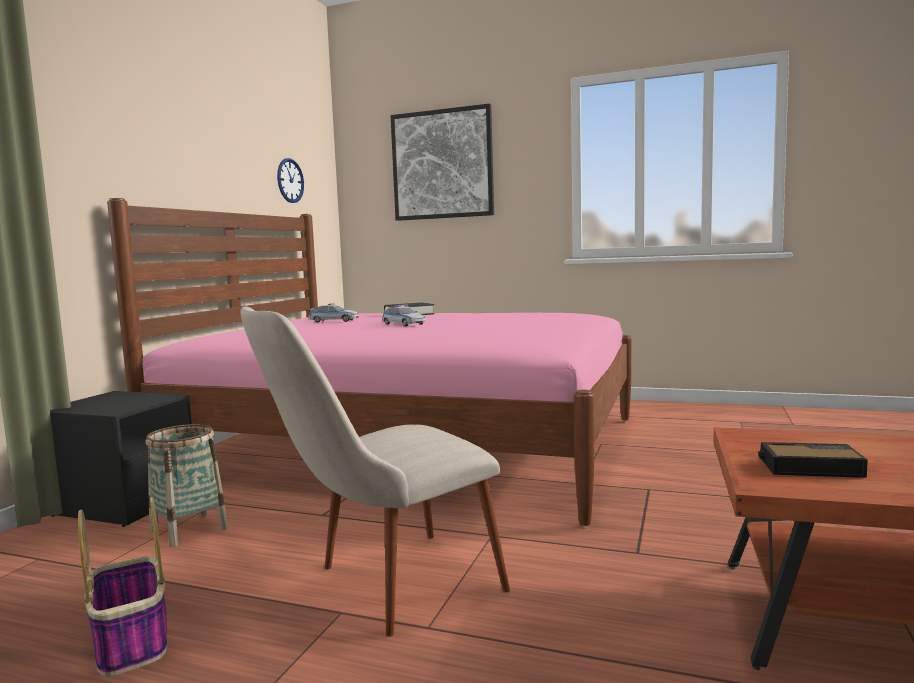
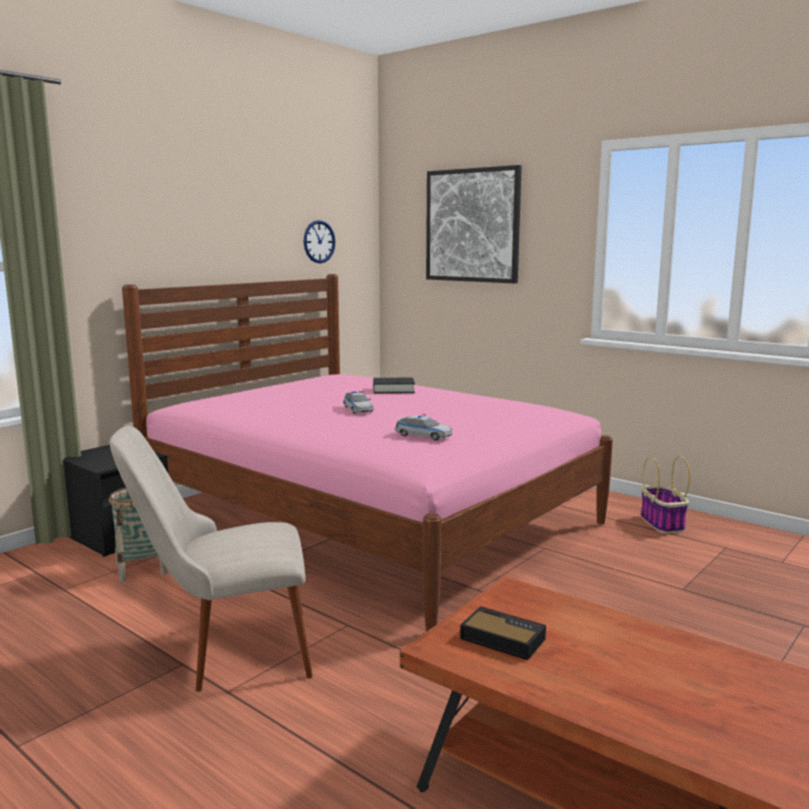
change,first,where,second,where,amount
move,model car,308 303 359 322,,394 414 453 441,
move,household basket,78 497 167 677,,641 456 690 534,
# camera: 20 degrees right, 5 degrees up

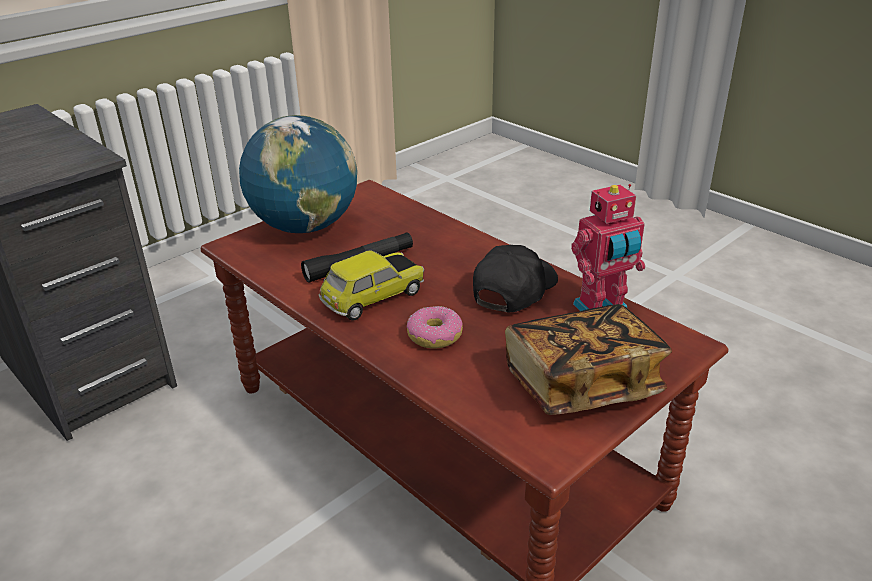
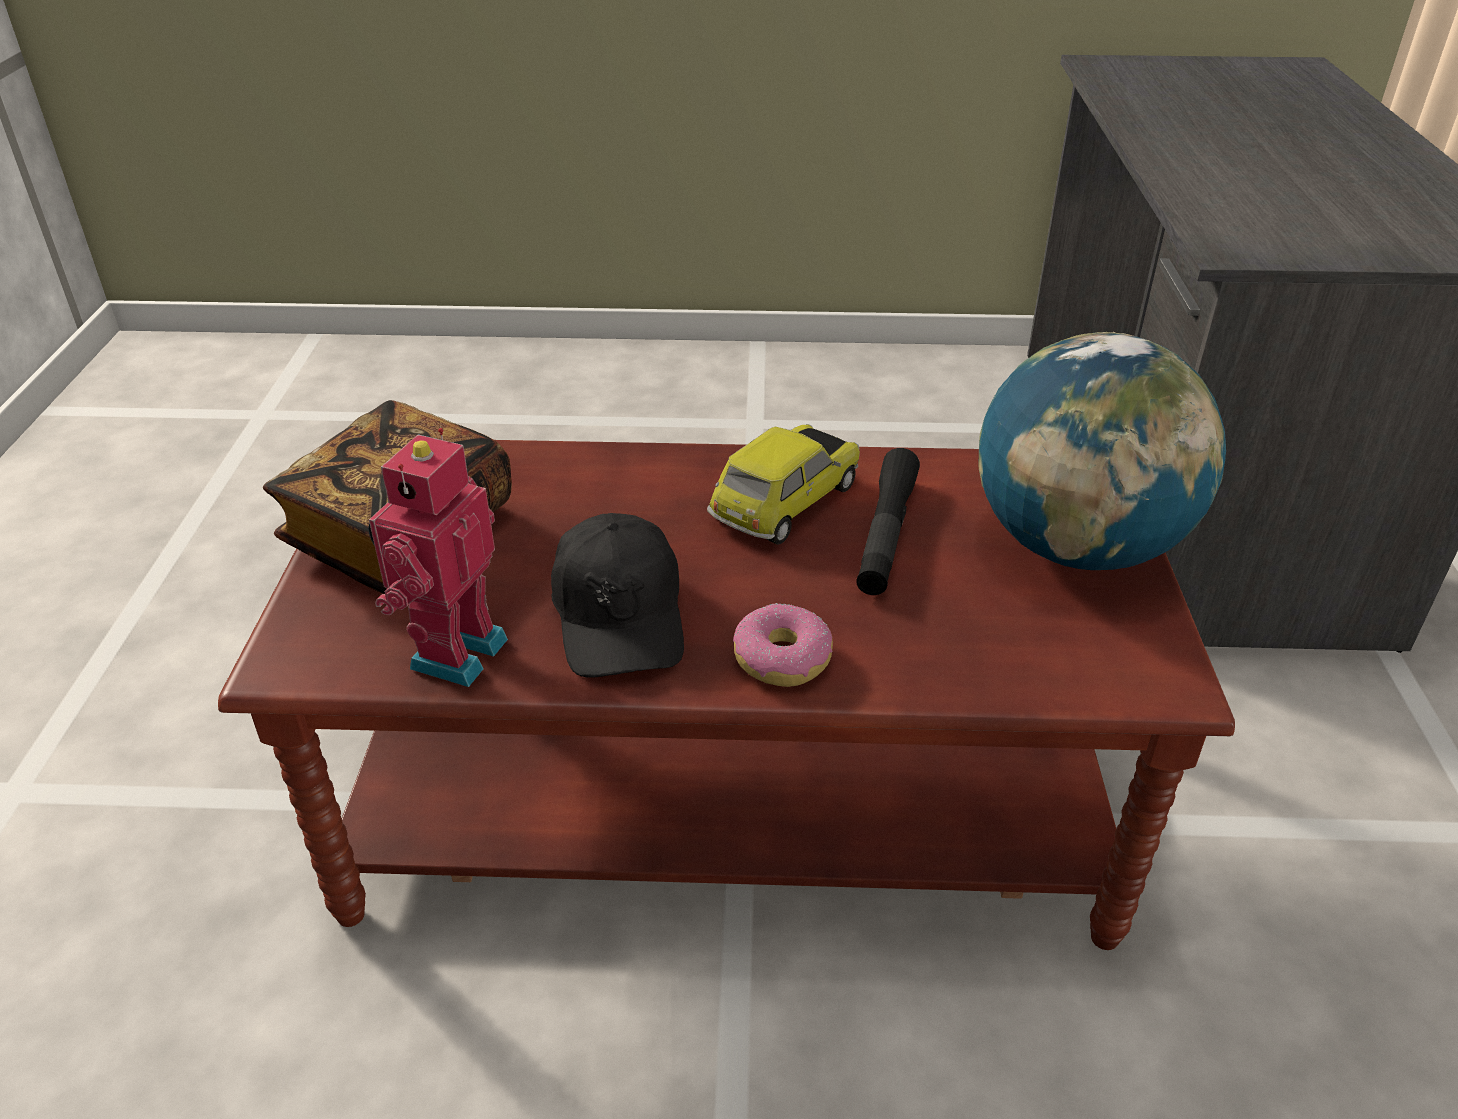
change,first,where,second,where,amount
rotate,model car,319 250 424 321,,707 424 860 545,150 degrees counterclockwise
move,ring doughnut,407 306 463 349,,733 603 833 687,
# camera: 135 degrees right, 5 degrees up

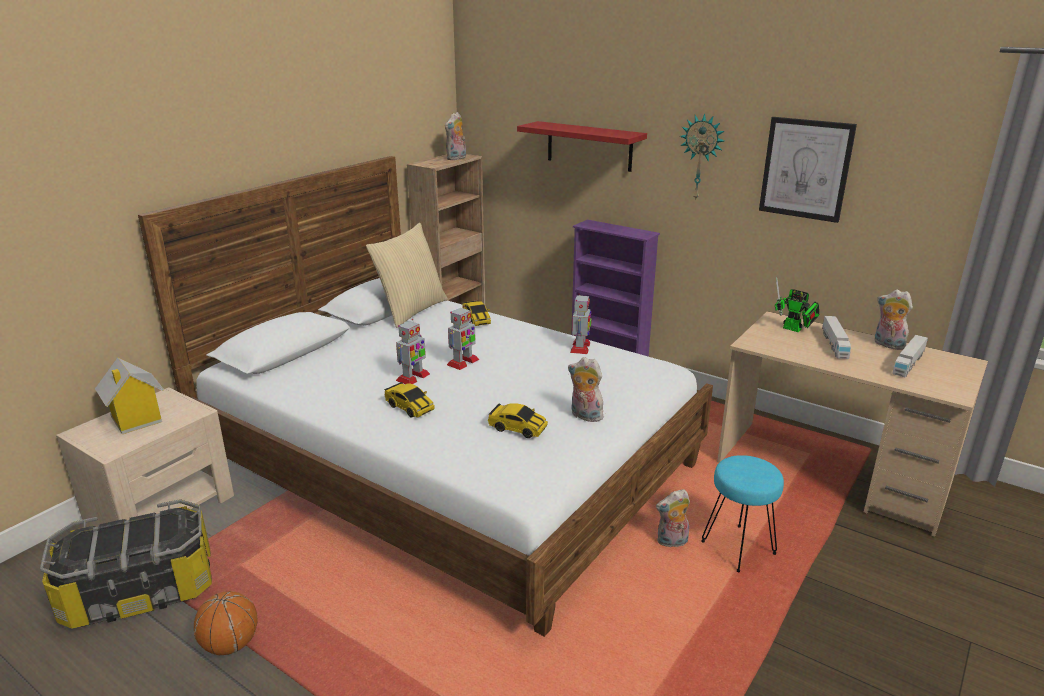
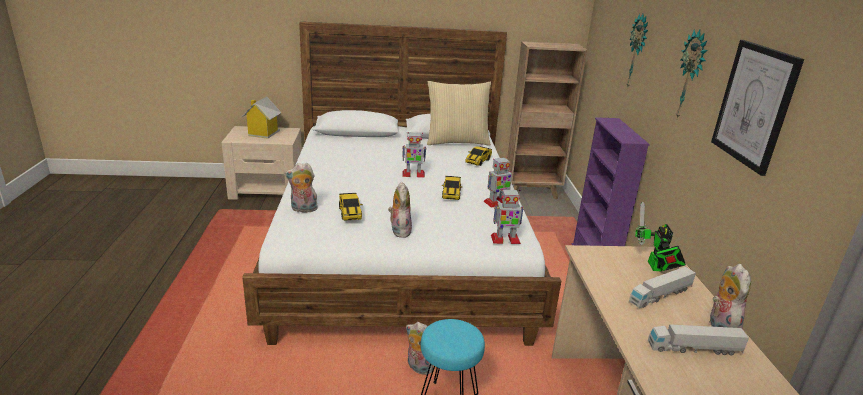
change,first,where,second,where,amount
move,cuddly toy,445 112 466 160,,285 163 319 212,
replace,bracket shelf (reddish),517 121 647 172,hanging clock,626 13 648 89,
move,toy robot,396 319 430 384,,491 189 524 244,
move,model car,384 382 435 418,,442 176 462 200,
delete,storage container,40 499 212 629,,,
delete,ball for basketball,194 591 258 655,,,
# camera: 50 degrees right, 0 degrees up

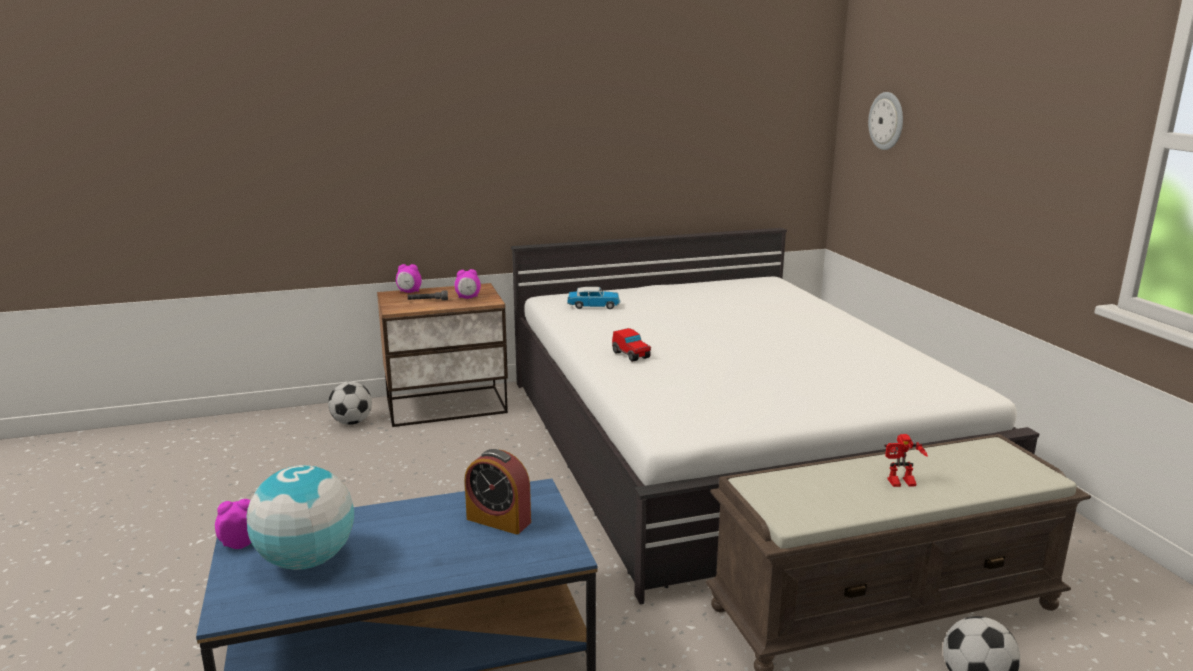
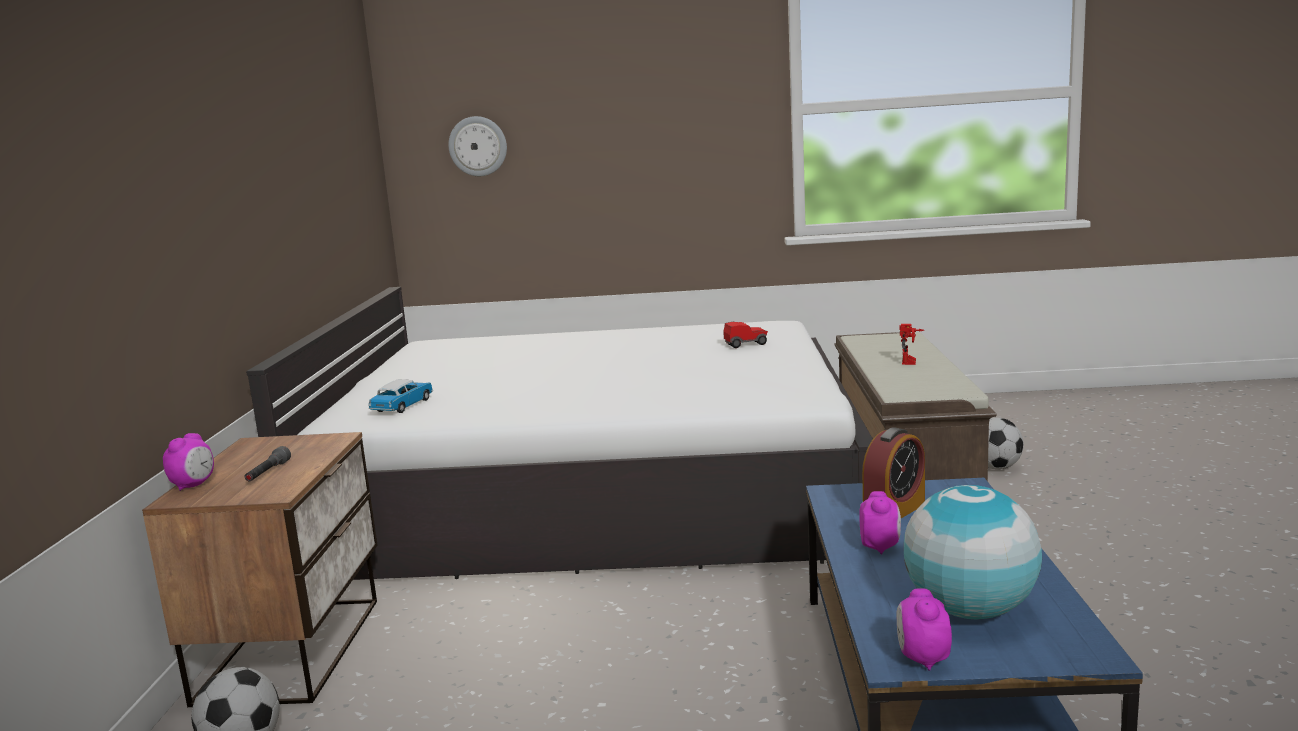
change,first,where,second,where,amount
move,alarm clock,455 269 481 299,,859 491 901 554,
move,model car,612 328 651 362,,723 322 768 348,
# camera: 70 degrees left, 5 degrees down

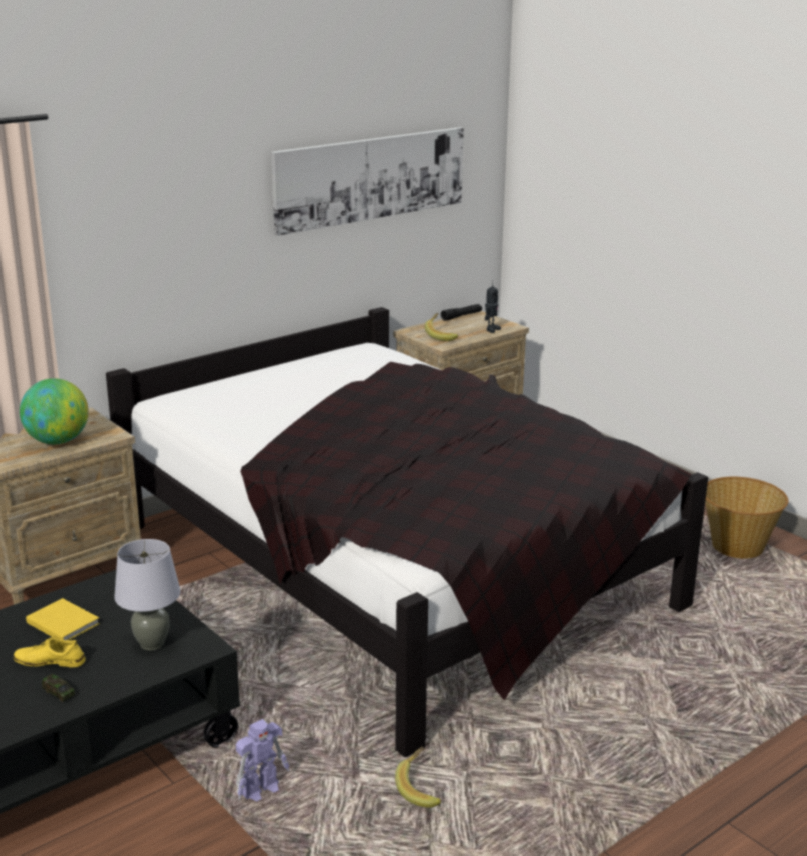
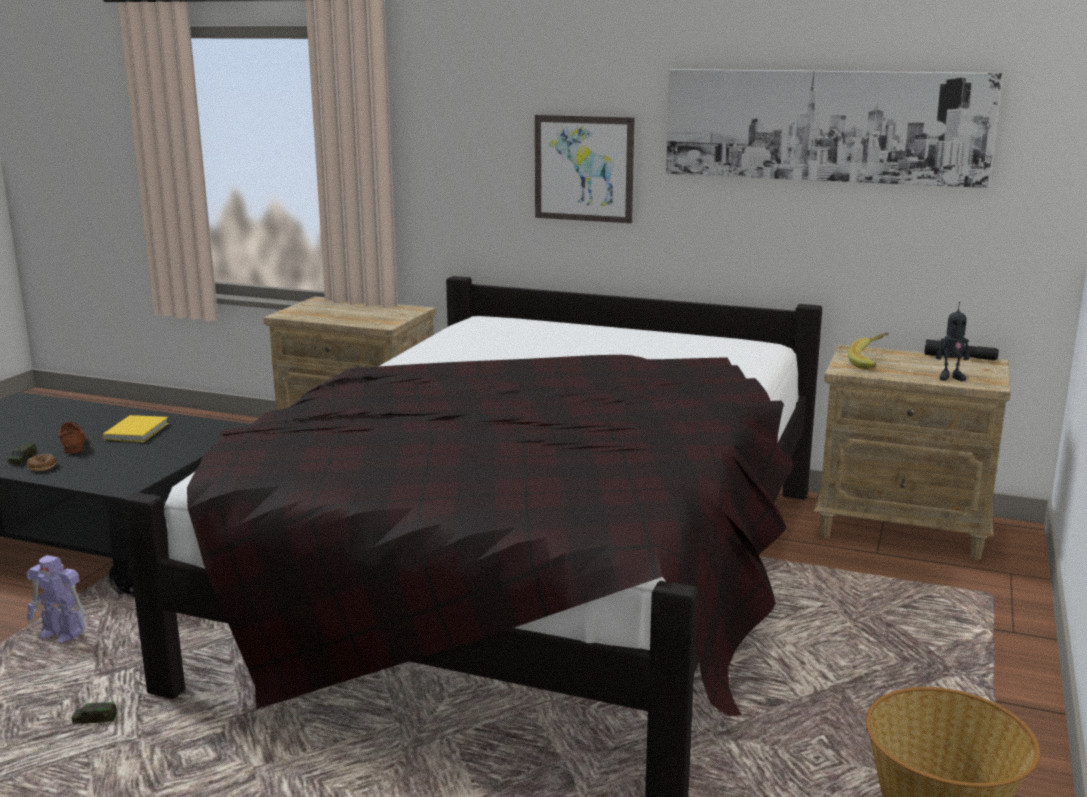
change,first,where,second,where,amount
delete,world globe,20 378 89 444,,,
delete,lamp for a table (greyish),114 539 181 650,,,
recolor,low shoe (yellowish),14 636 86 667,low shoe (brown-coloured),58 422 86 454,
replace,banana,395 747 441 808,model car,72 702 117 724,
insert,,,wall art,535 115 635 223,
insert,,,ring doughnut,26 454 57 471,
# camera: 60 degrees right, 5 degrees down

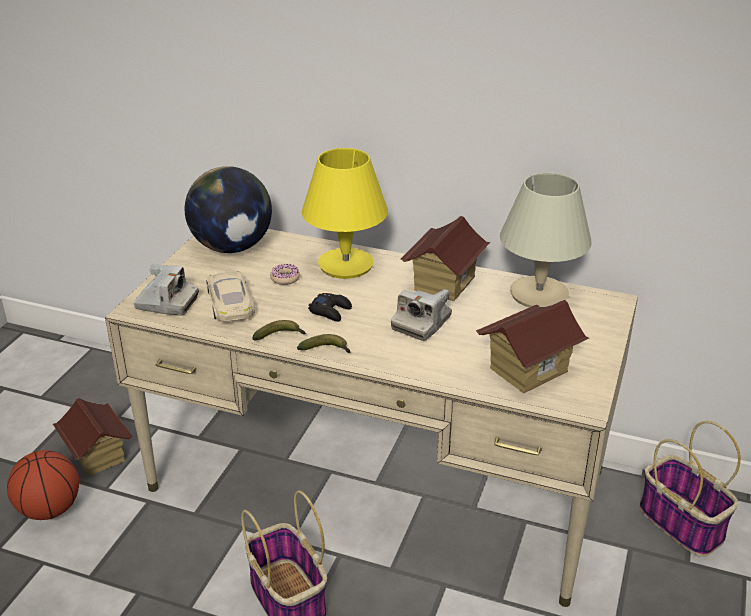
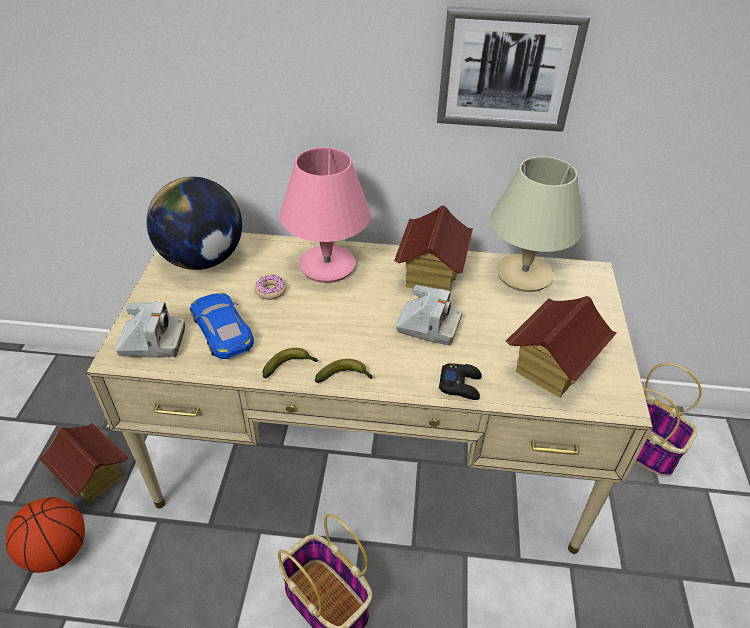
change,first,where,second,where,amount
recolor,lamp for a table (yellowish),302 148 388 279,lamp for a table (pink),280 147 371 283,
recolor,model car (beige-coloured),206 271 255 322,model car (bluish),190 293 254 359,
rotate,photo camera,391 289 452 341,,396 285 462 345,90 degrees counterclockwise
move,gamepad (black-coloured),308 293 352 322,,439 363 482 400,
insert,,,wall art,437 6 590 132,
# camera: 15 degrees left, 10 degrees up

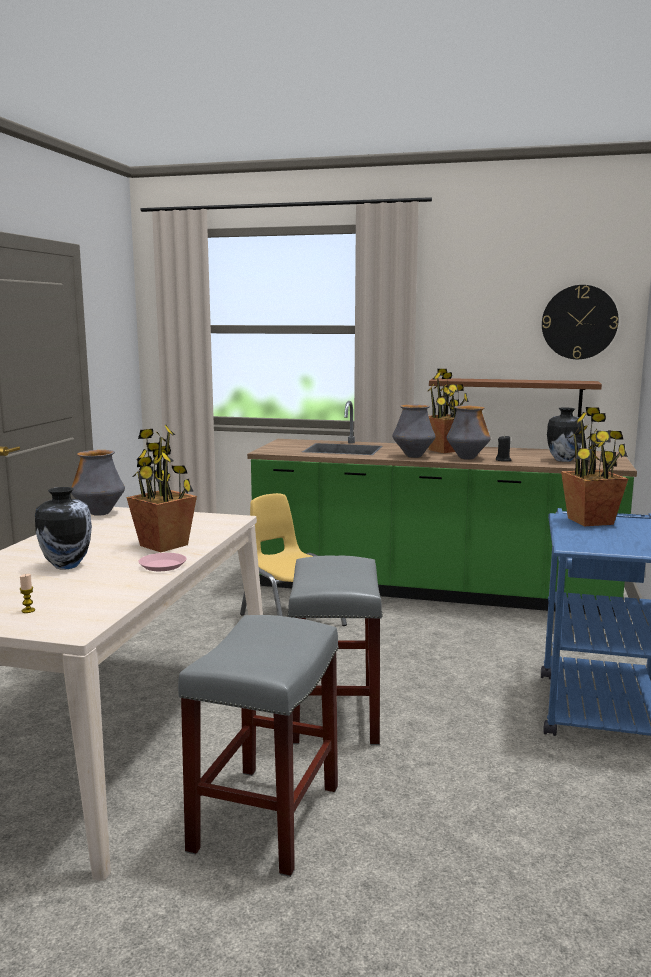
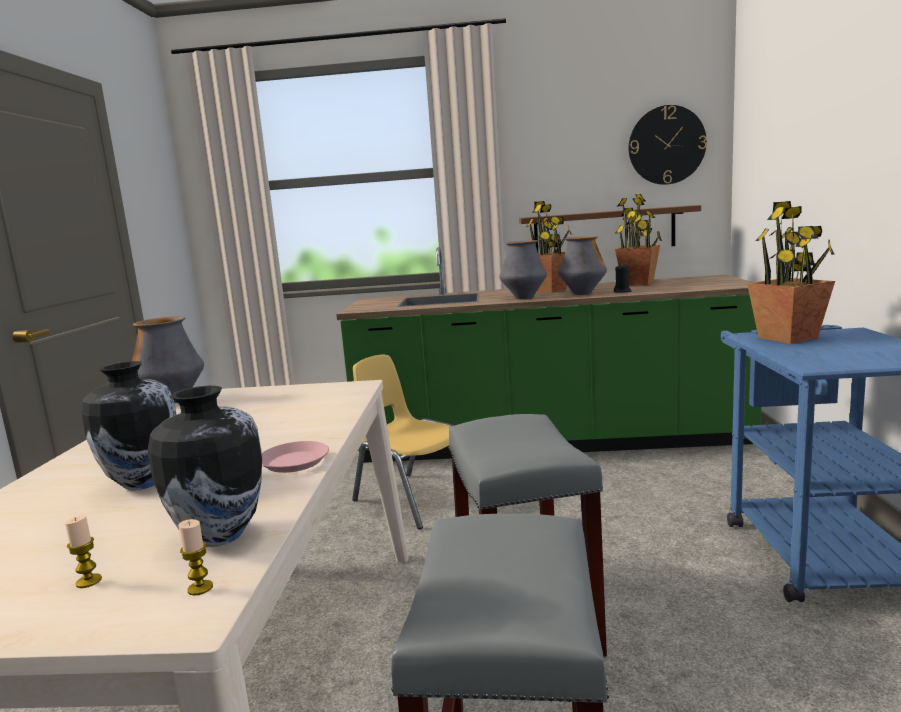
change,first,where,second,where,amount
move,flower vase,547 408 584 462,,148 386 262 547,
move,houseplant,126 425 197 552,,614 194 662 285,
insert,,,candle,178 519 213 595,
# camera: 10 degrees left, 0 degrees up

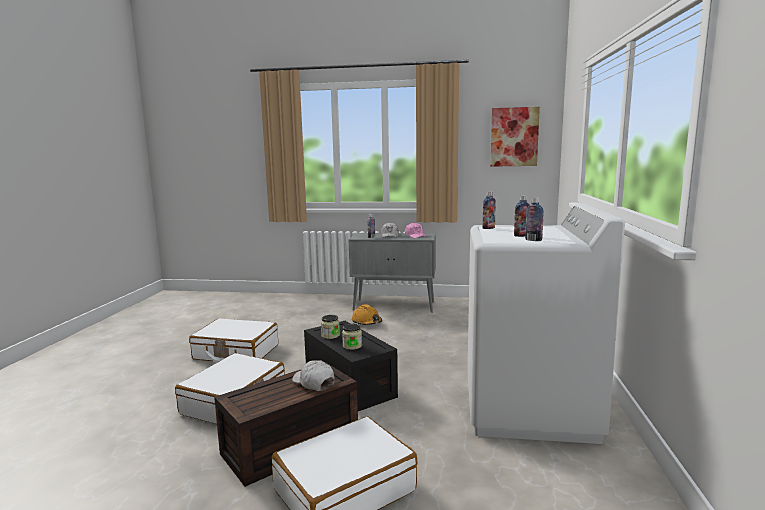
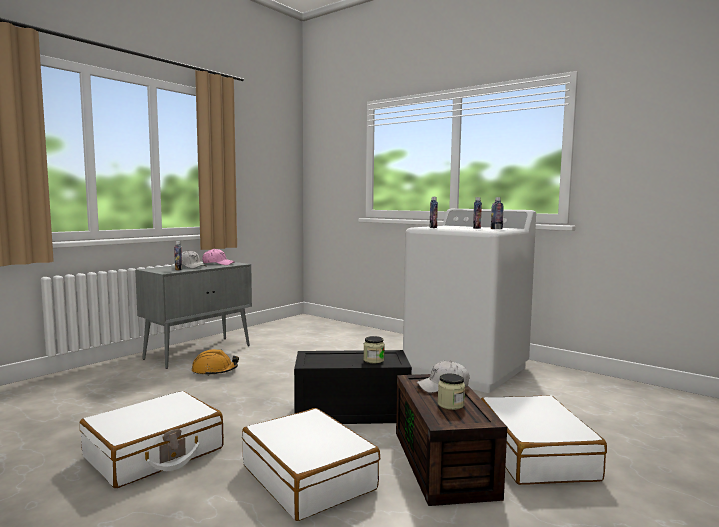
change,first,where,second,where,amount
delete,wall art,490 107 540 167,,,
move,jar,321 315 340 339,,438 373 465 410,
# camera: 60 degrees left, 5 degrees down

